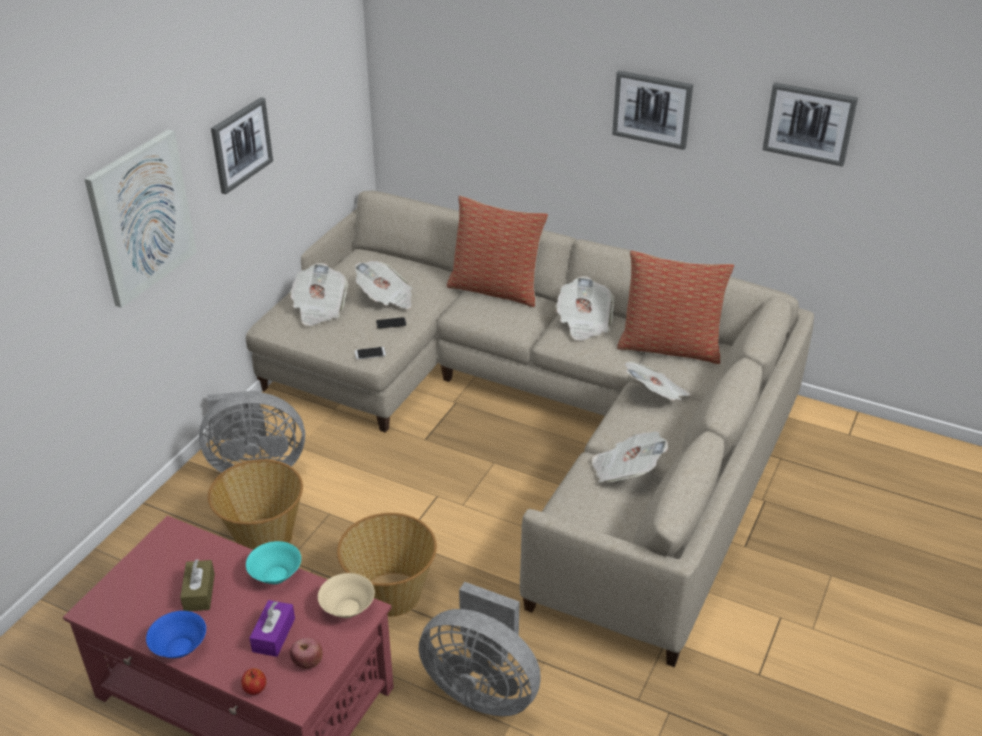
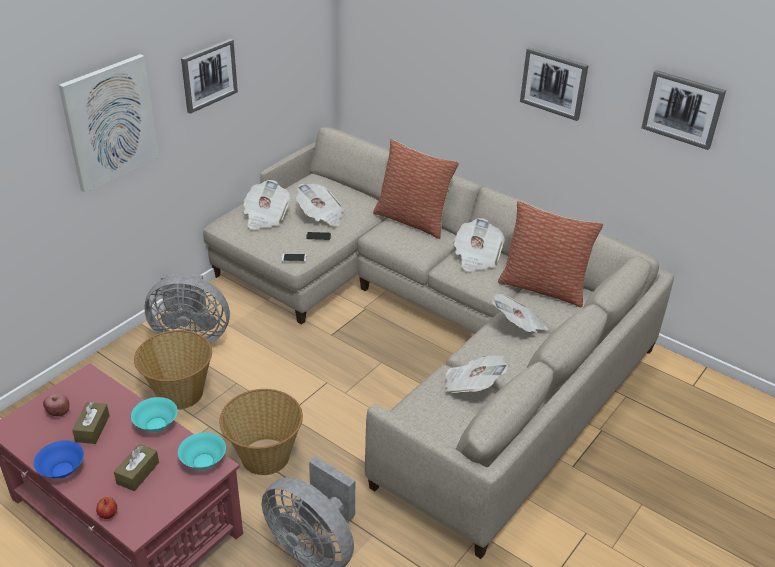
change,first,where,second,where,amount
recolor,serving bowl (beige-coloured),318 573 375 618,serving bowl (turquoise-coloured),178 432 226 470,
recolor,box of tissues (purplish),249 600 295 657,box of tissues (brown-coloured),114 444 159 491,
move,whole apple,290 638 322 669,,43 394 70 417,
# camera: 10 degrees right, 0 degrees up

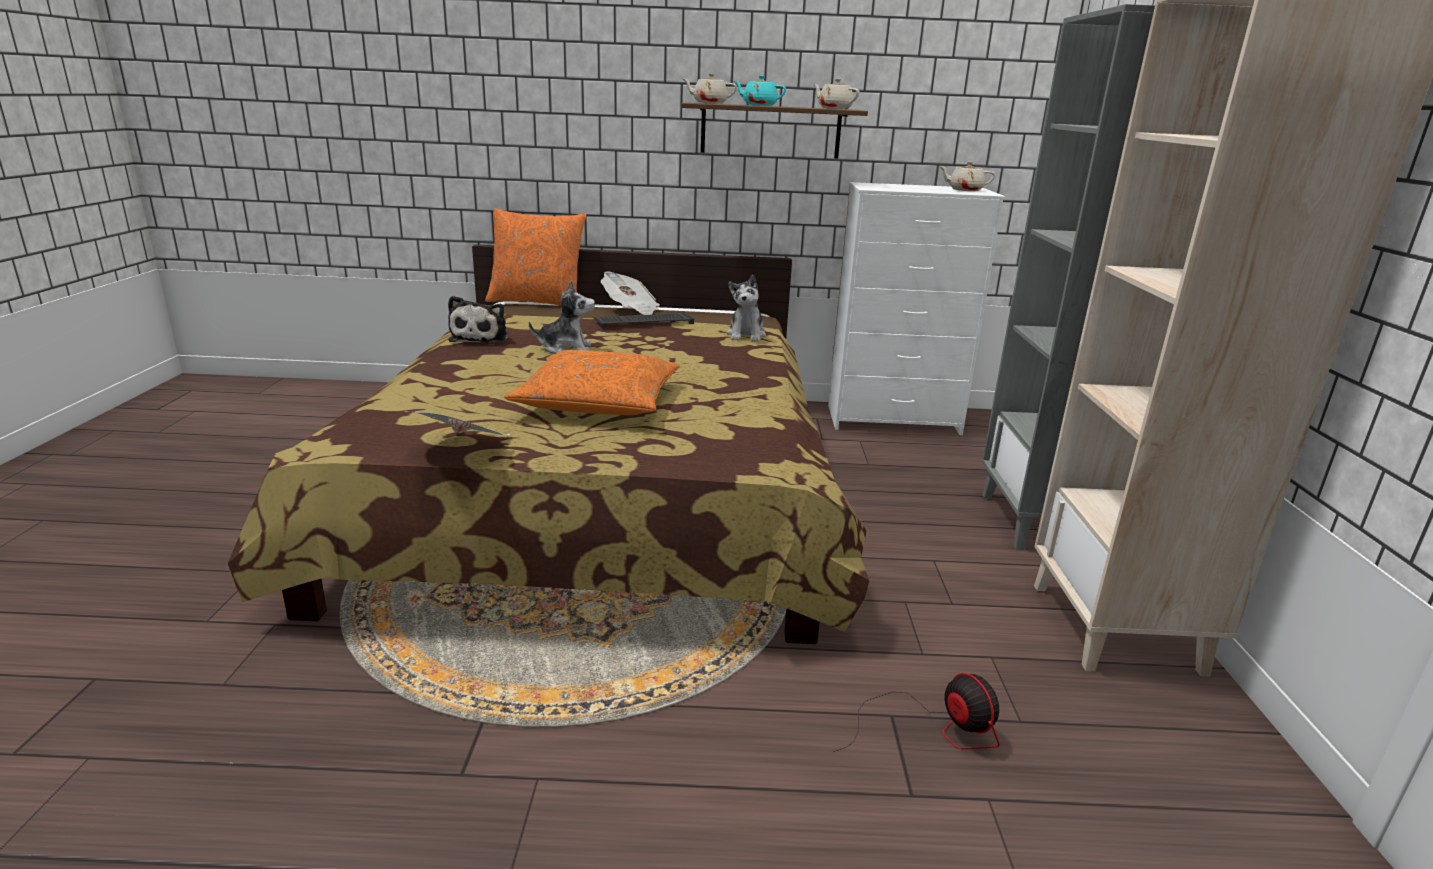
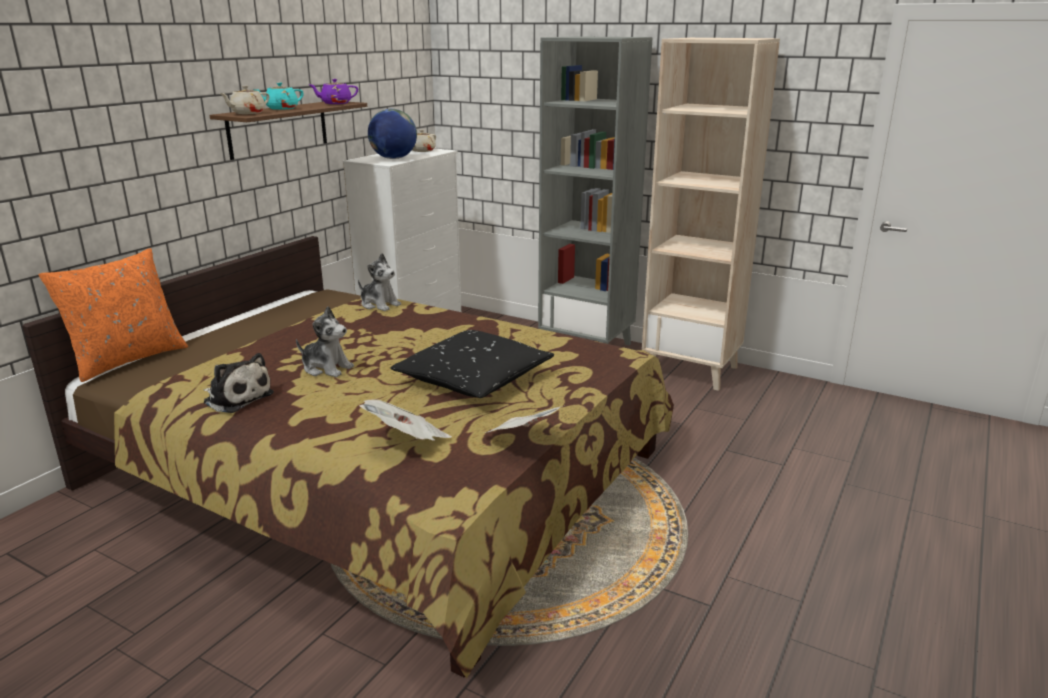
change,first,where,second,where,amount
recolor,pot for tea (beige-coloured),813 79 860 109,pot for tea (purplish),310 79 358 104,
move,daily paper,600 271 660 315,,359 399 452 441,
rotate,cuddly toy,529 281 595 354,,296 306 354 377,90 degrees clockwise
delete,keyboard,593 313 694 329,,,
recolor,pillow (orange-coloured),504 350 680 415,pillow (black-coloured),390 330 554 398,
delete,electric fan,833 673 1000 752,,,
insert,,,world globe,368 109 417 159,
# camera: 60 degrees left, 0 degrees up

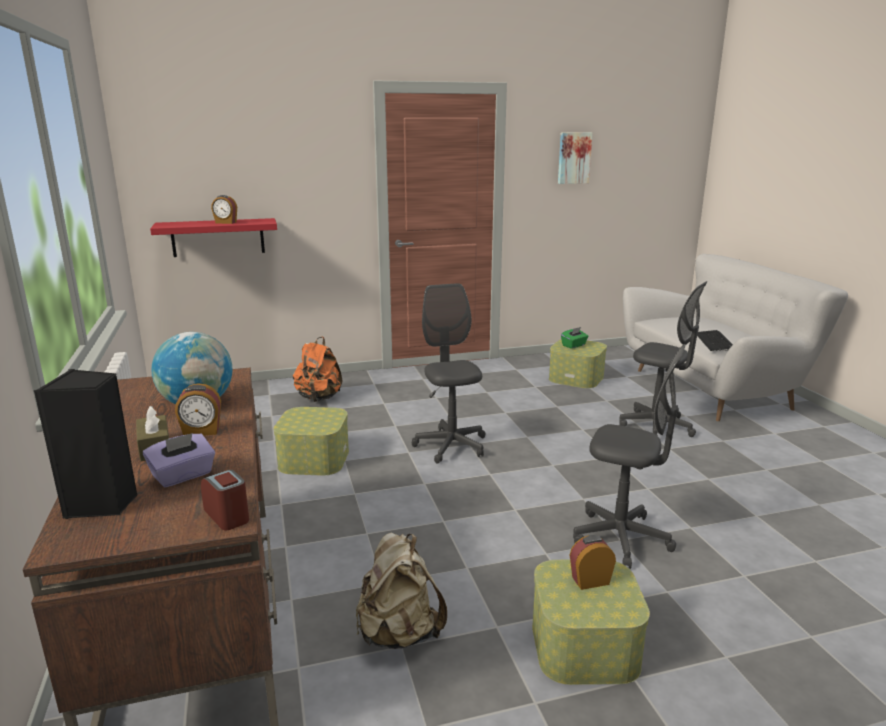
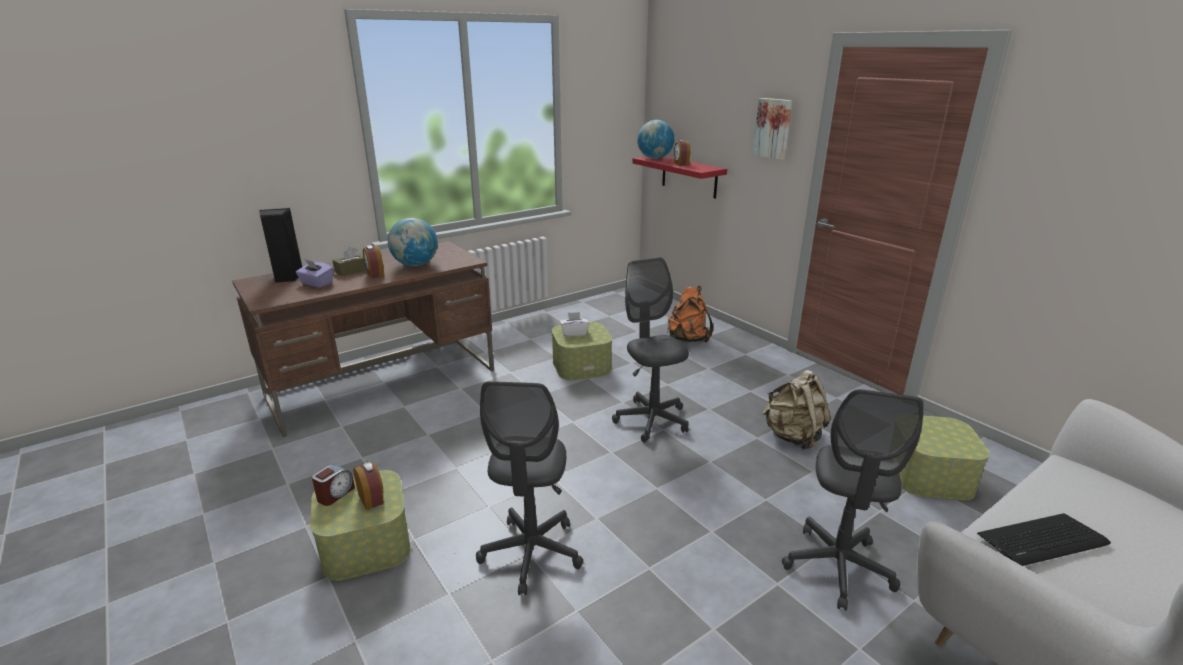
change,first,where,second,where,amount
move,wall art,558 132 593 184,,753 98 793 160,
rotate,desk chair (greyish),412 283 485 463,,612 257 689 443,75 degrees counterclockwise
delete,box of tissues (green-coloured),561 327 588 349,,,
move,alarm clock,201 470 249 530,,312 465 355 506,
move,rucksack (beige-coloured),356 533 447 649,,761 370 831 450,
insert,,,world globe,637 120 675 159,
insert,,,box of tissues (white),560 312 589 336,
# camera: 70 degrees right, 5 degrees up

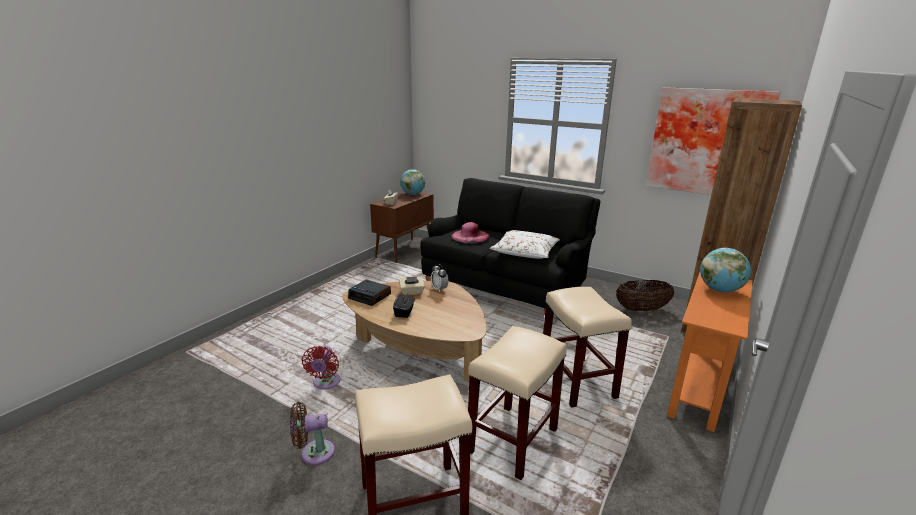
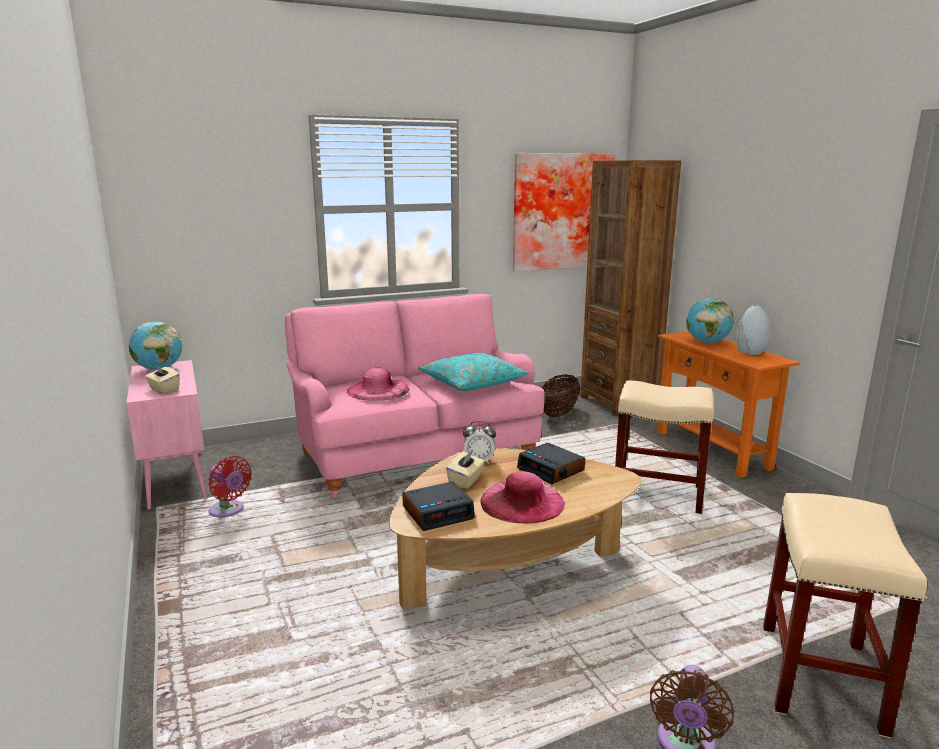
change,first,where,second,where,amount
recolor,settee (black-coloured),420 178 600 314,settee (pink),285 294 545 498,
recolor,storage cabinet (brown-coloured),370 192 434 263,storage cabinet (pink),127 360 207 510,
recolor,pillow (white),490 230 560 259,pillow (turquoise-coloured),418 353 529 391,
replace,box of tissues (black-coloured),393 293 415 318,hat (pink),480 471 565 524,
delete,sitting stool (beige-coloured),468 326 567 480,,,
move,electric fan (reddish),302 346 340 389,,209 456 252 517,
insert,,,flower vase (greyish),736 306 770 355,
insert,,,alarm clock,517 443 585 484,
# camera: 55 degrees left, 5 degrees down

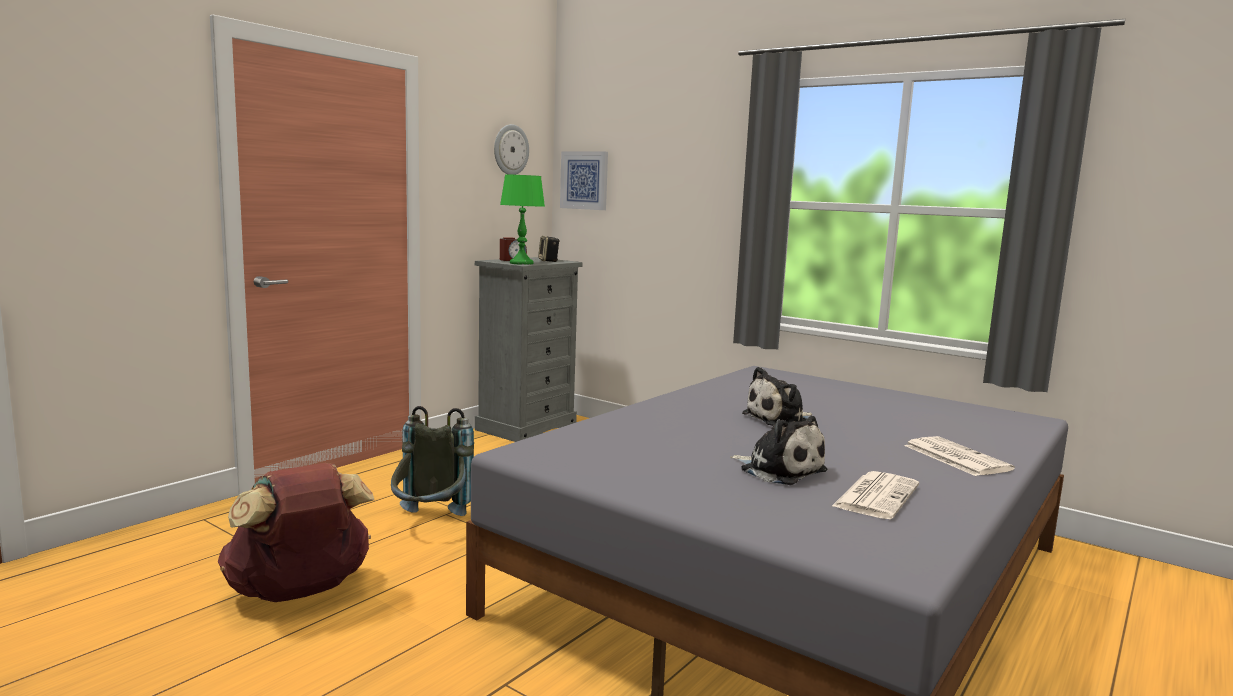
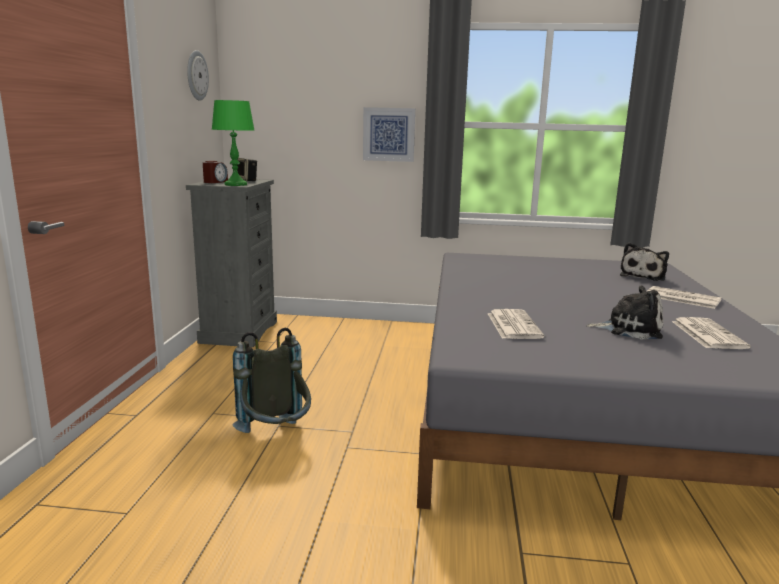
change,first,where,second,where,amount
move,wall art,560 152 608 210,,363 107 415 162,
move,cuddly toy,742 367 813 426,,620 243 669 281,
delete,rucksack (brown-coloured),218 463 374 602,,,
insert,,,daily paper,488 309 544 339,
# camera: 30 degrees left, 5 degrees up

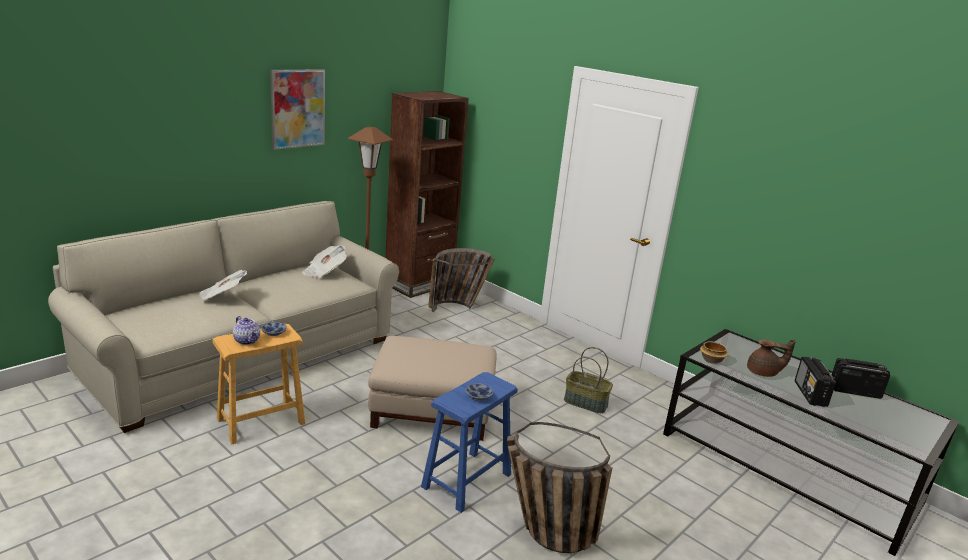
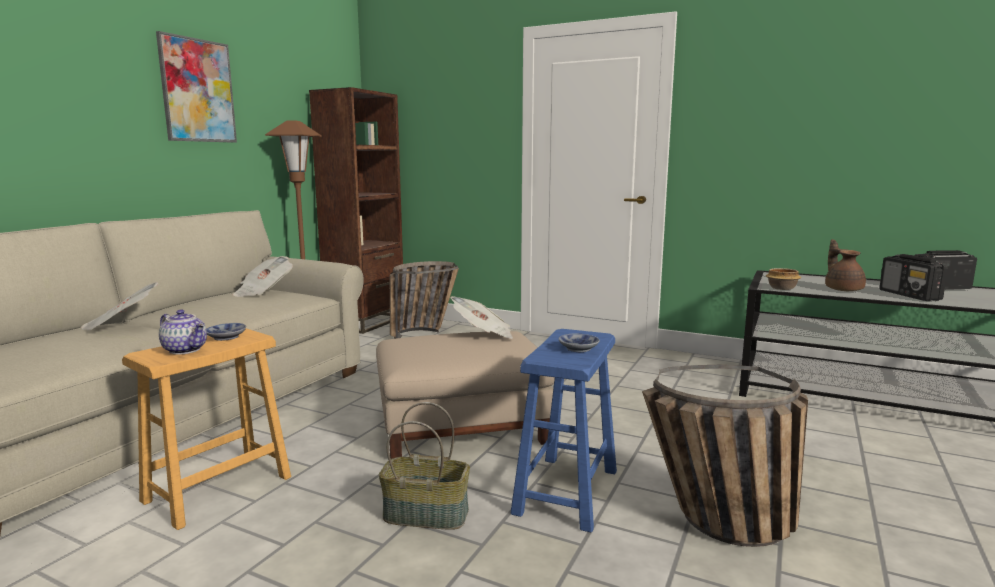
change,first,where,second,where,amount
rotate,pot for tea (brown-coloured),747 339 796 377,,825 239 866 291,90 degrees counterclockwise
move,household basket,564 347 613 413,,379 402 470 530,
insert,,,daily paper,450 296 513 339,
# camera: 15 degrees left, 10 degrees down

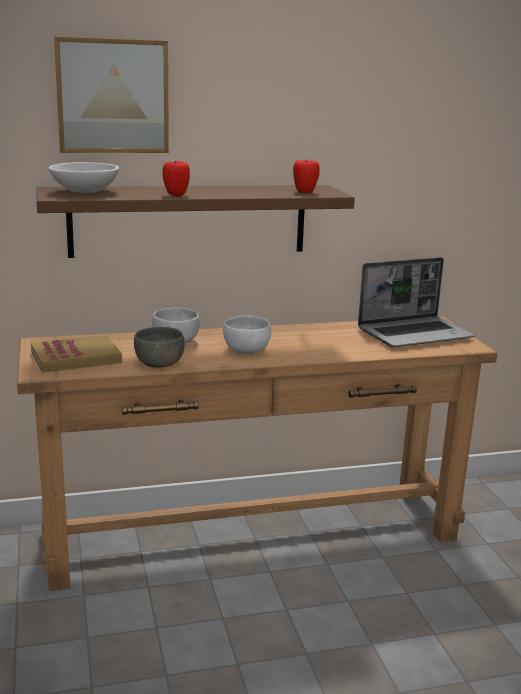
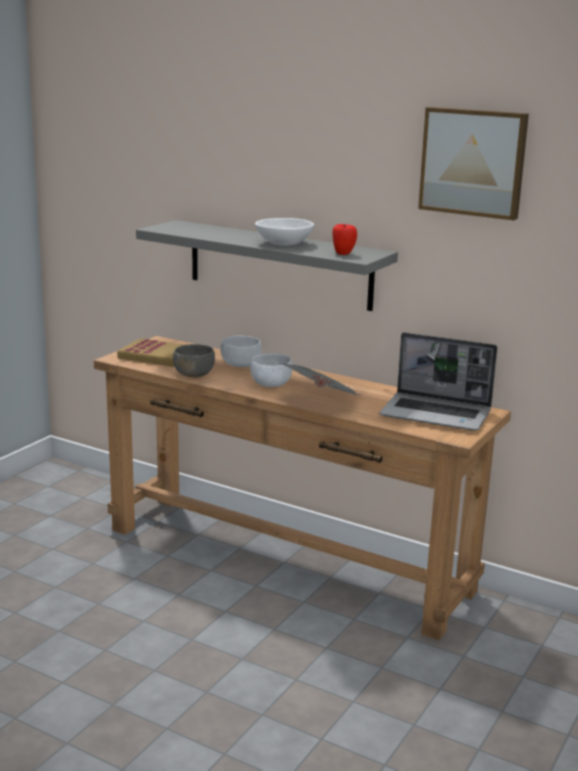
change,first,where,second,where,amount
move,wall art,54 37 169 153,,418 107 529 220,
delete,whole apple,162 161 190 196,,,
move,serving bowl (white),49 162 119 193,,255 218 314 246,
recolor,bracket shelf (brown-coloured),37 185 355 258,bracket shelf (greyish),136 220 398 311,
insert,,,daily paper,282 364 359 395,
# camera: 45 degrees right, 0 degrees up

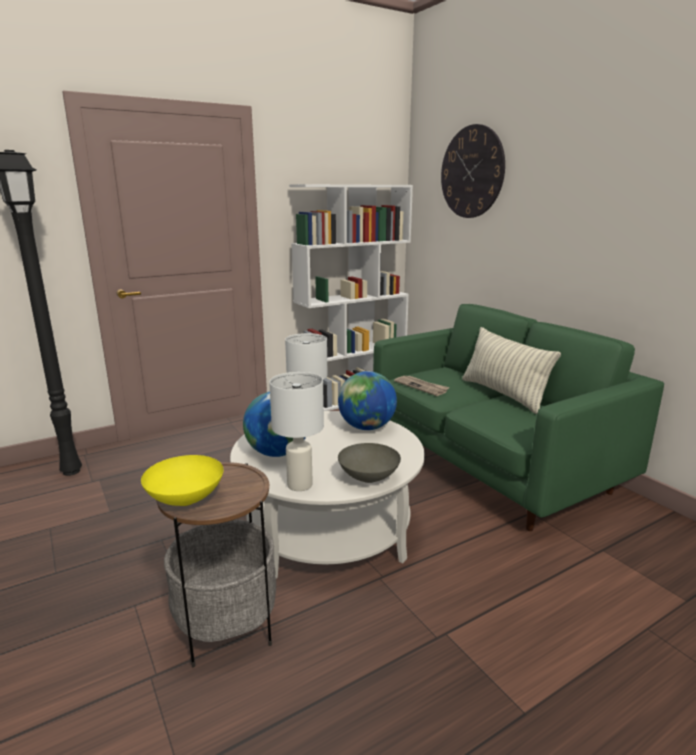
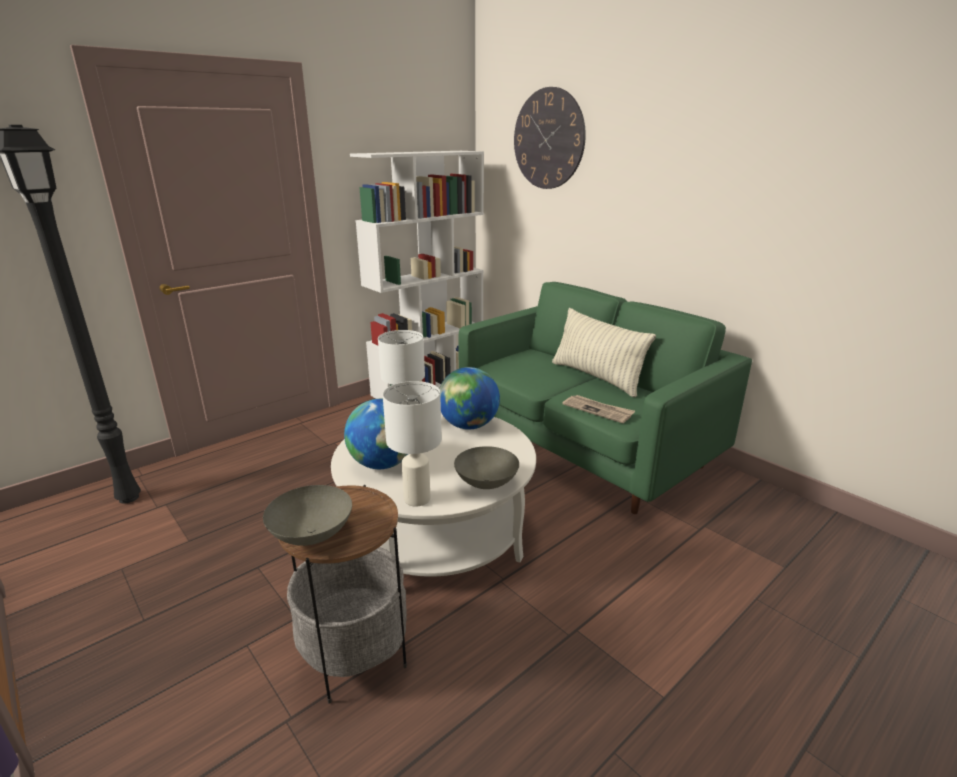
change,first,where,second,where,amount
move,daily paper,394 376 450 396,,562 395 635 423,
recolor,serving bowl (yellowish),141 455 223 506,serving bowl (greyish),263 485 352 546,
# camera: 10 degrees left, 5 degrees up

